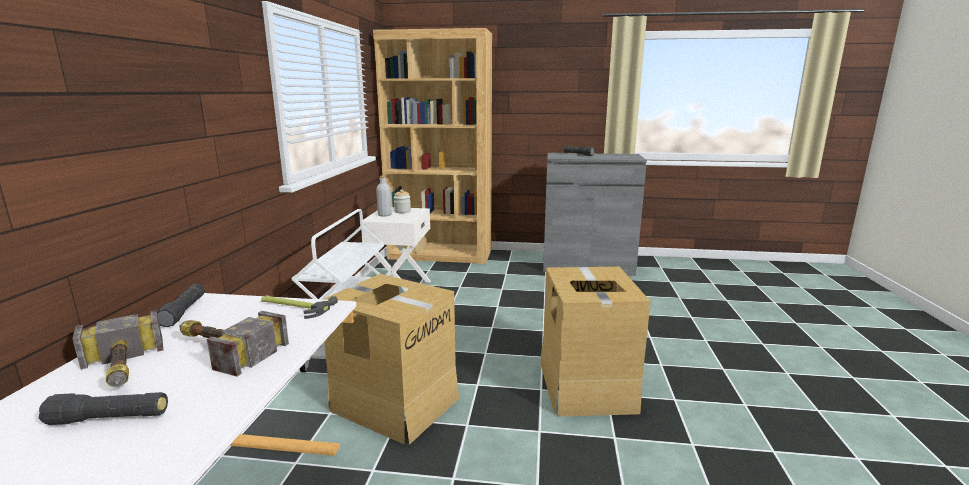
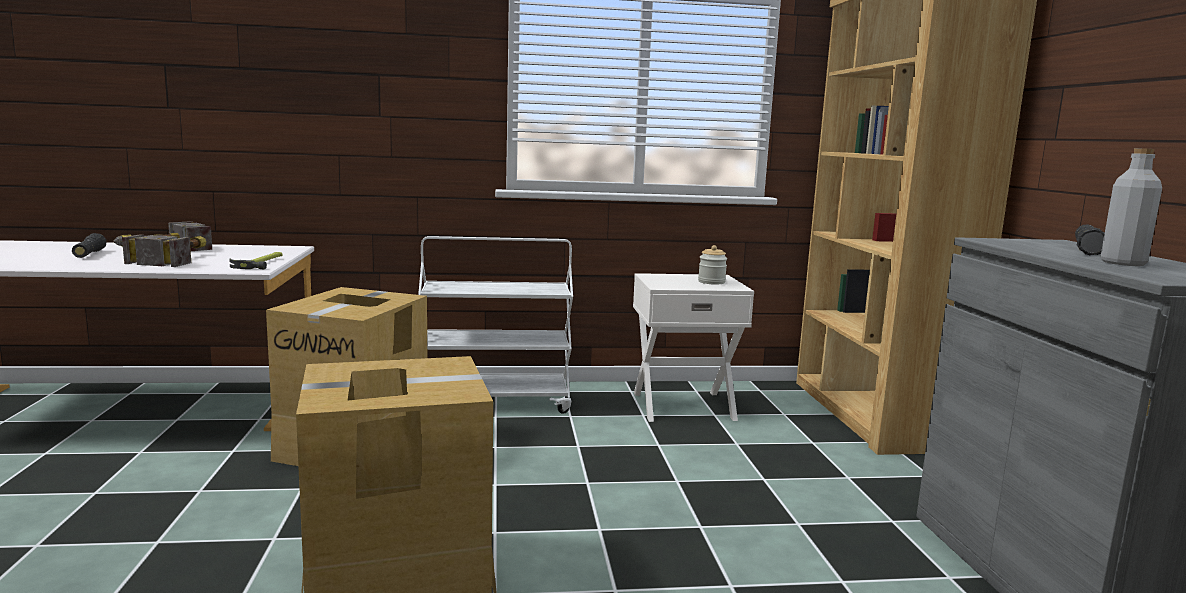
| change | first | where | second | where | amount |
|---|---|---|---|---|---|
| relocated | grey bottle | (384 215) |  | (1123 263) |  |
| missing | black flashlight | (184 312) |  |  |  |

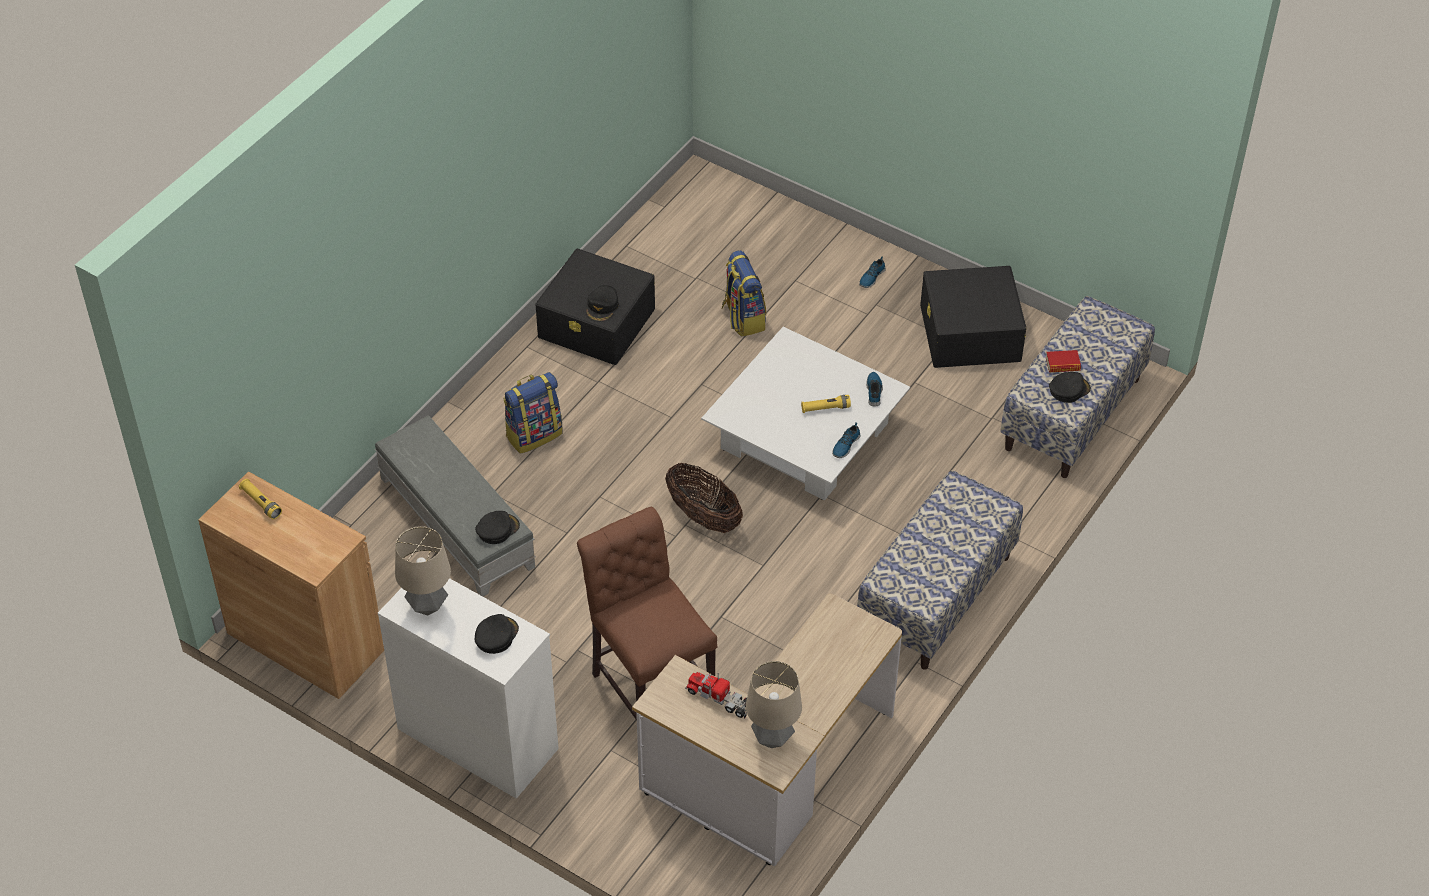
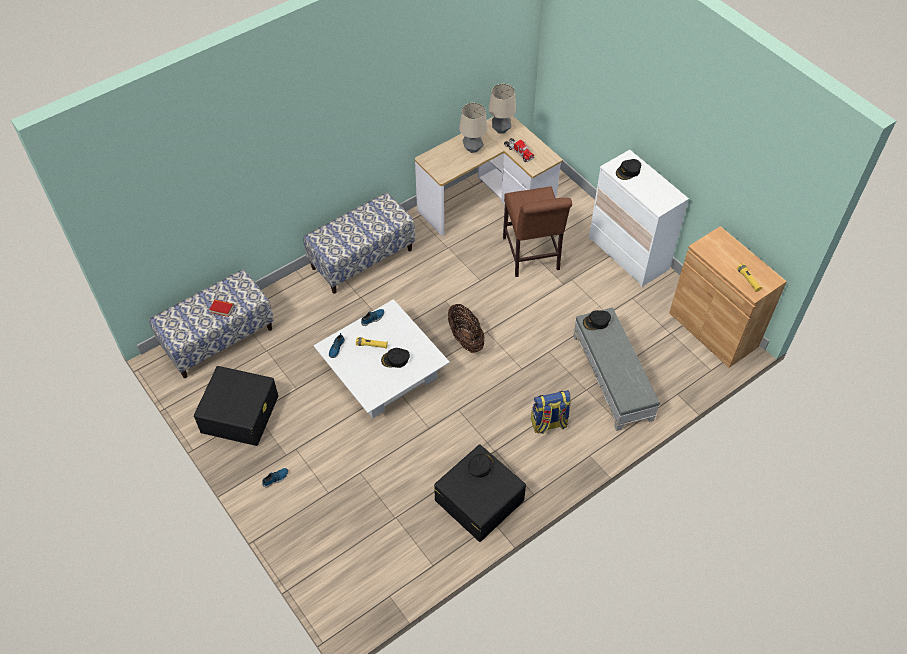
| change | first | where | second | where | amount |
|---|---|---|---|---|---|
| relocated | black cap | (1068 389) |  | (395 359) |  |
| relocated | table lamp | (427 606) |  | (473 149) |  |
| missing | backpack | (743 318) |  |  |  |

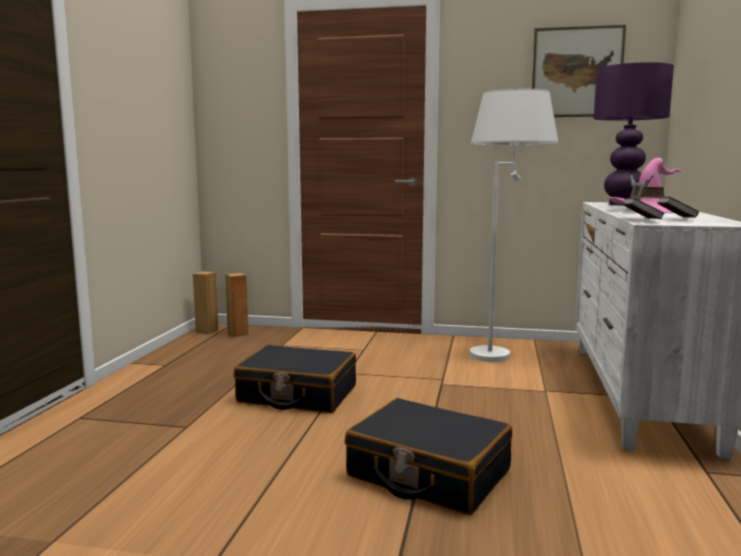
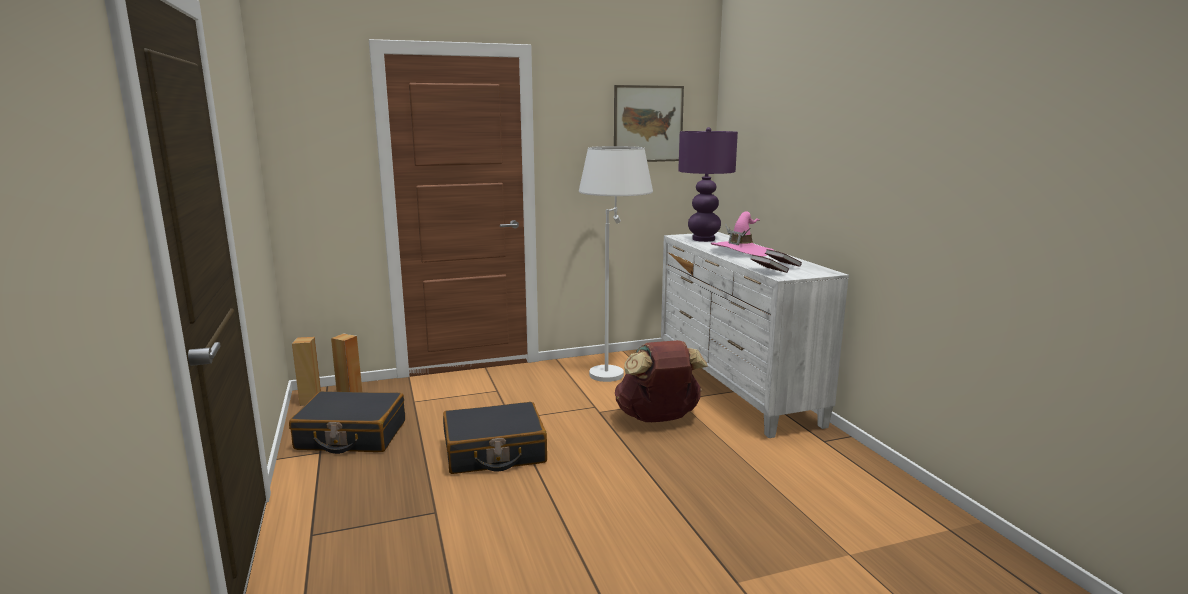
| change | first | where | second | where | amount |
|---|---|---|---|---|---|
| relocated | black suitcase | (428 474) |  | (351 436) |  |
| appeared |  |  | brown backpack | (658 418) |  |

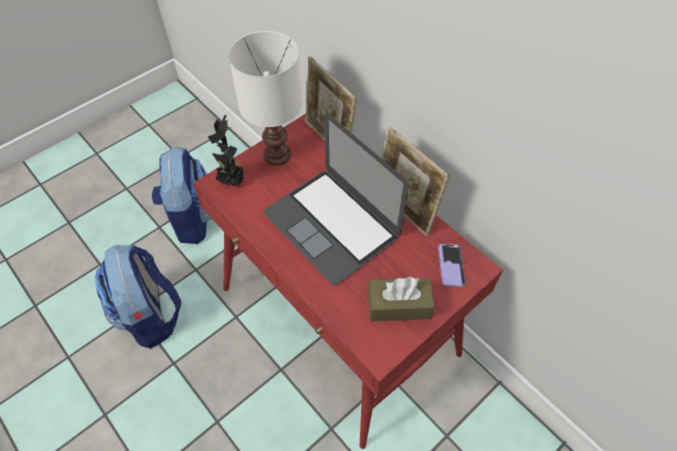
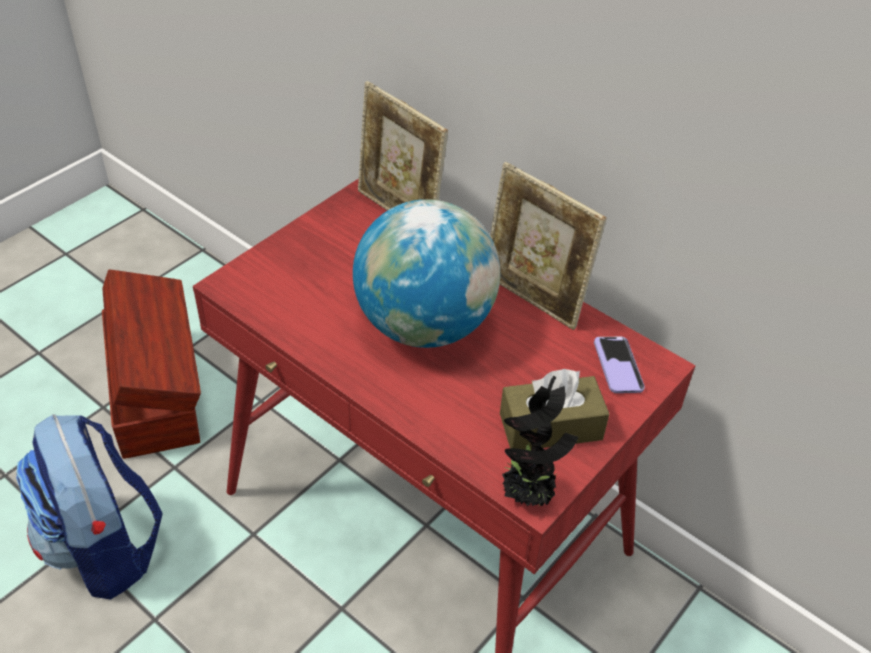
| change | first | where | second | where | amount |
|---|---|---|---|---|---|
| exchanged | backpack | (191 218) | brown storage box | (157 389) |  |
| exchanged | laptop | (331 224) | globe | (424 325) |  |
| relocated | potted plant | (233 181) |  | (529 496) |  |
| missing | white table lamp | (277 156) |  |  |  |

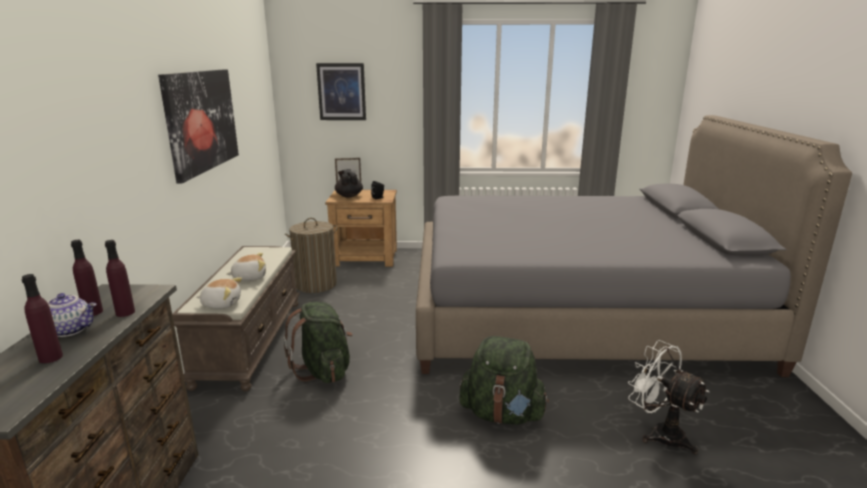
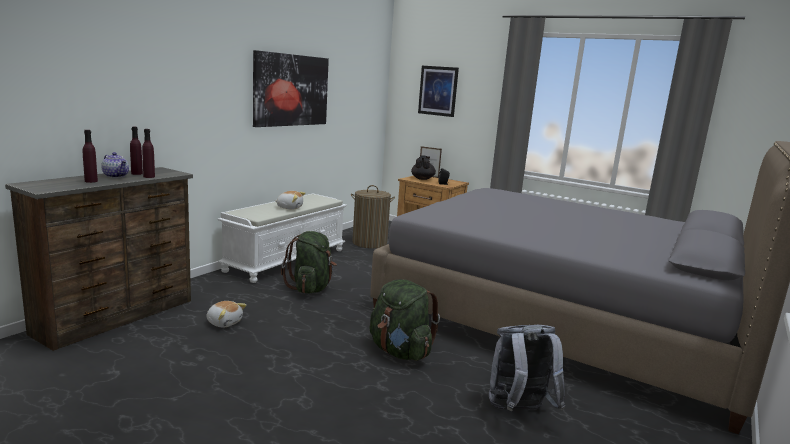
| change | first | where | second | where | amount |
|---|---|---|---|---|---|
| relocated | plush toy | (221 304) |  | (224 322) |  |
| colour | brown bench | (249 340) | white bench | (286 259) |  |
| exchanged | white fan | (660 433) | grey backpack | (518 411) |  |

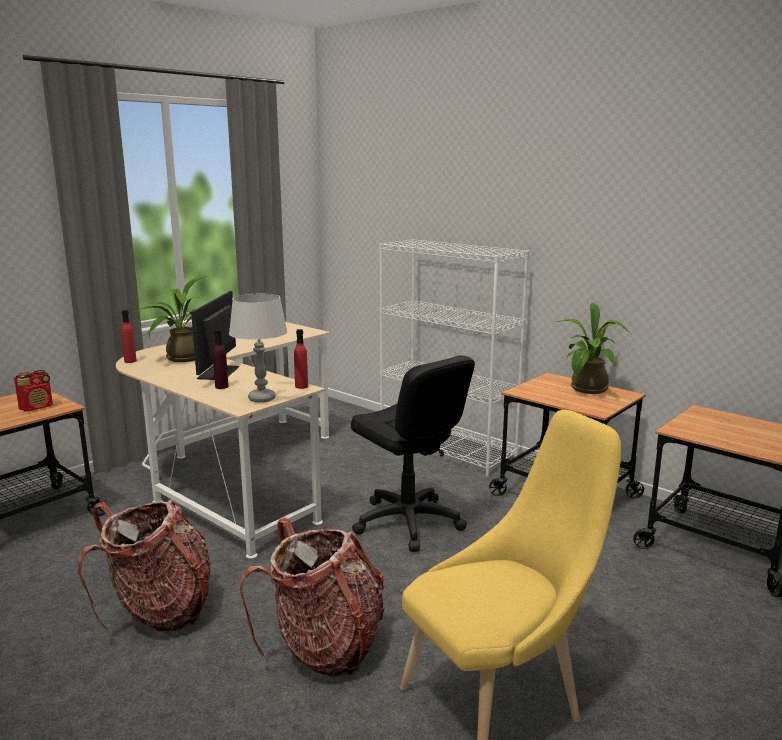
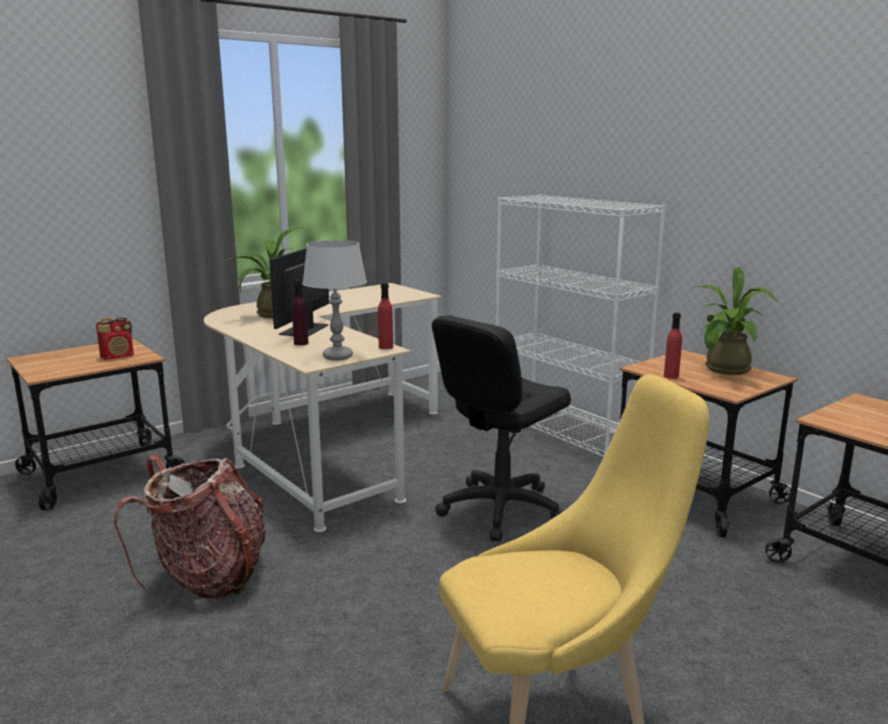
| change | first | where | second | where | amount |
|---|---|---|---|---|---|
| spun | black office chair | (408 522) |  | (500 509) | 75 degrees clockwise |
| relocated | red bottle | (130 361) |  | (671 376) |  |
| missing | backpack | (325 647) |  |  |  |

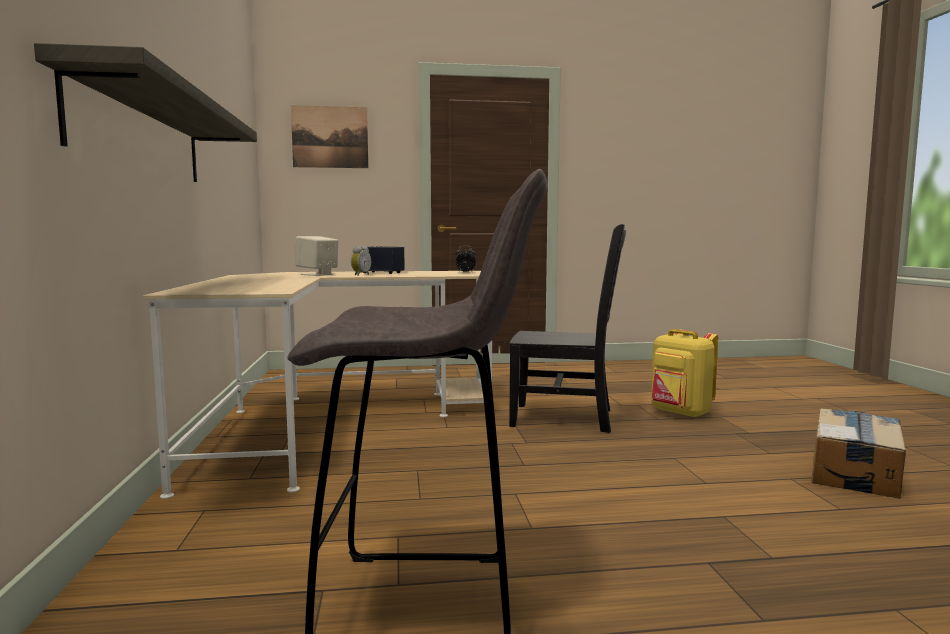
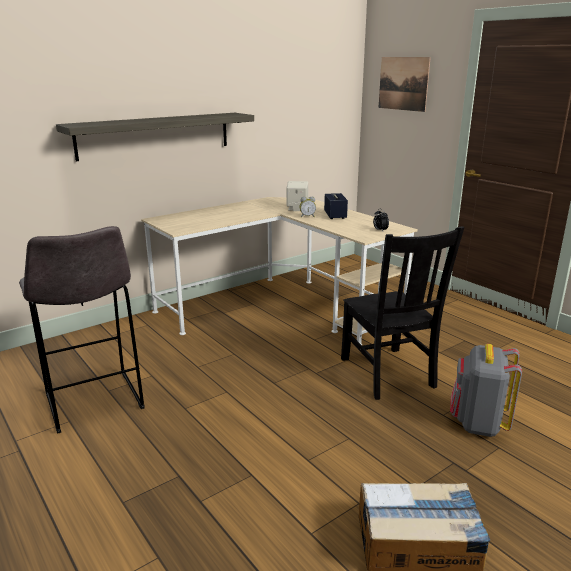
| change | first | where | second | where | amount |
|---|---|---|---|---|---|
| colour | yellow backpack | (680 413) | grey backpack | (478 423) |  |

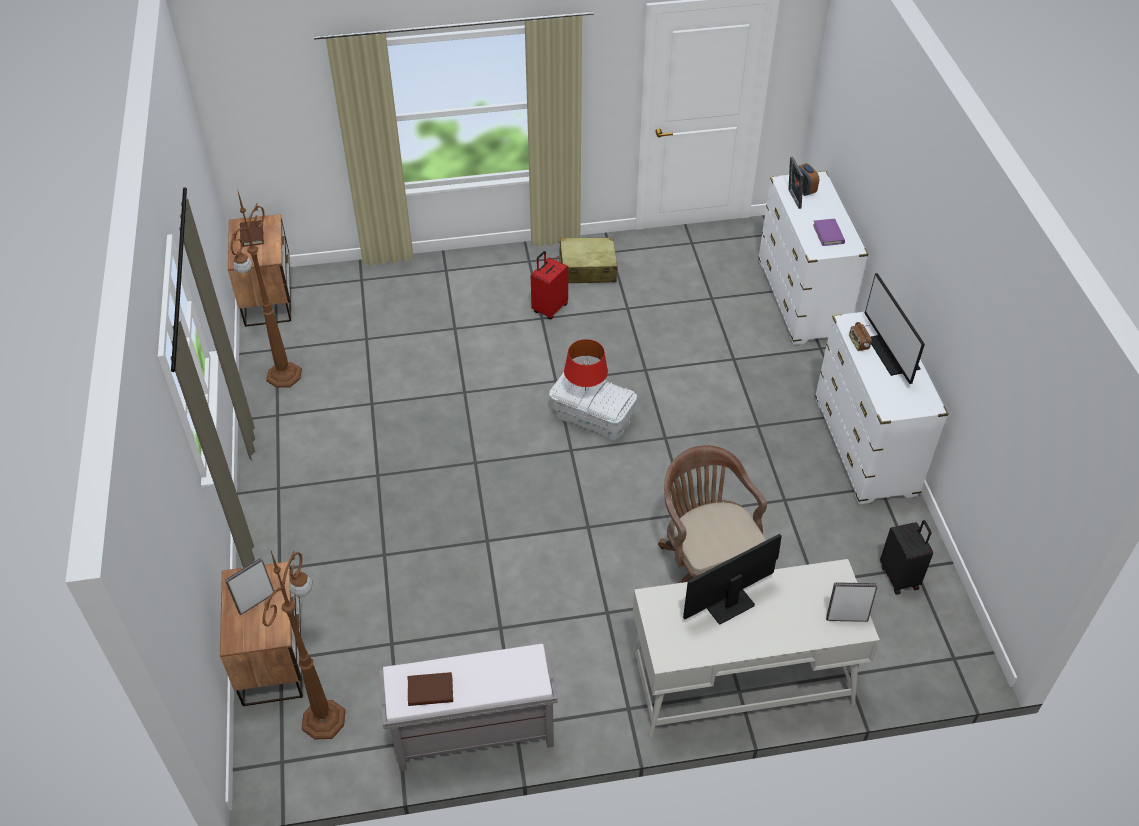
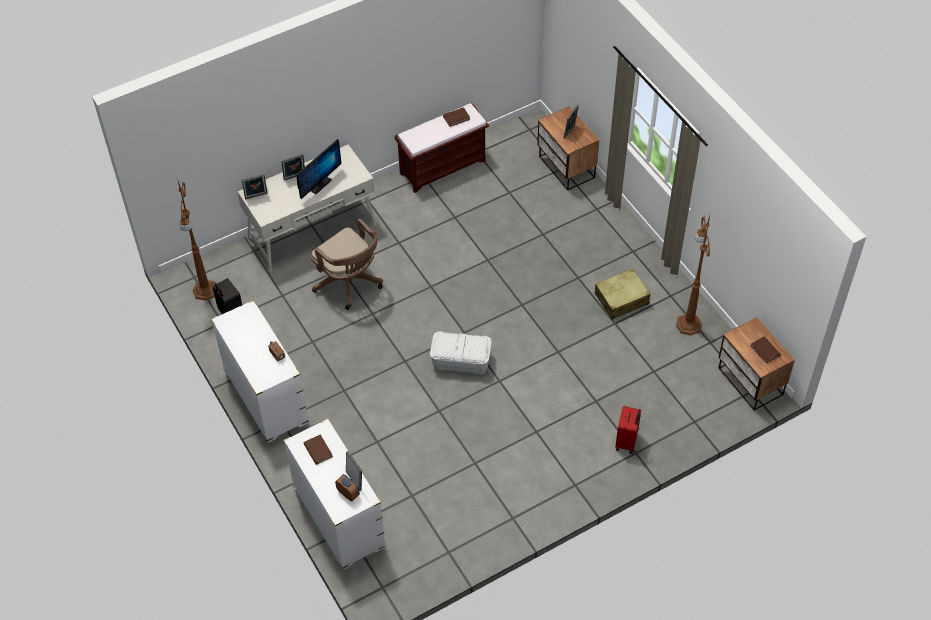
| change | first | where | second | where | amount |
|---|---|---|---|---|---|
| relocated | brown floor lamp | (325 717) |  | (205 291) |  |
| appeared |  |  | picture frame | (295 177) |  |
| colour | purple book | (828 234) | brown book | (318 450) |  |
| colour | grey bench | (472 734) | brown bench | (443 166) |  |
| relocated | beige suitcase | (587 269) |  | (621 299) |  |
| relocated | red suitcase | (549 308) |  | (627 442) |  |
| missing | red table lamp | (585 390) |  |  |  |
| missing | monitor | (892 354) |  |  |  |

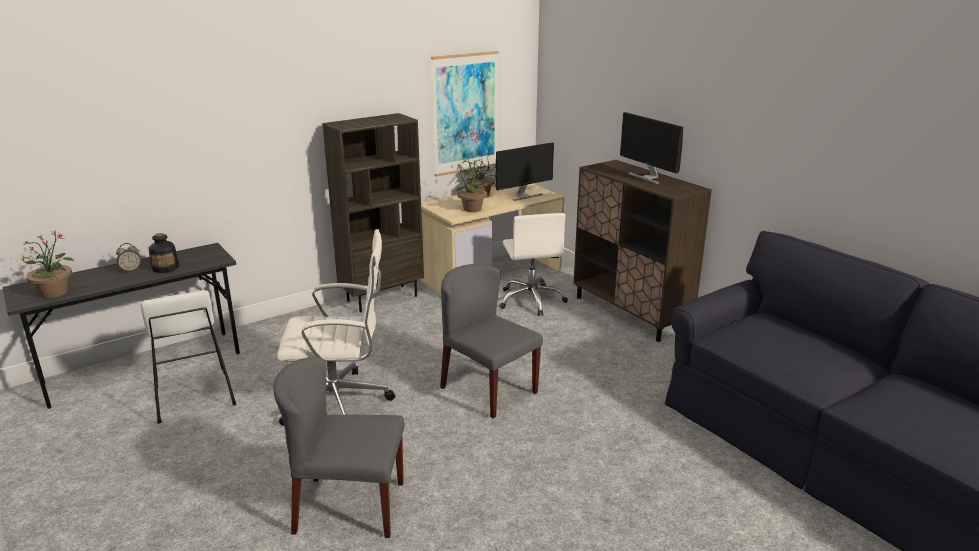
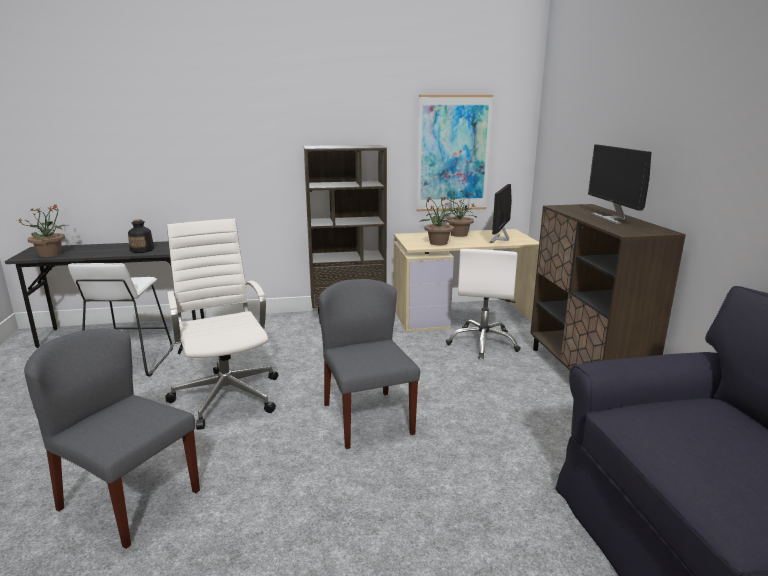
| change | first | where | second | where | amount |
|---|---|---|---|---|---|
| spun | white office chair | (340 402) |  | (227 395) | 135 degrees counterclockwise |
| spun | monitor | (523 196) |  | (500 239) | 120 degrees clockwise |
| missing | alarm clock | (131 270) |  |  |  |

